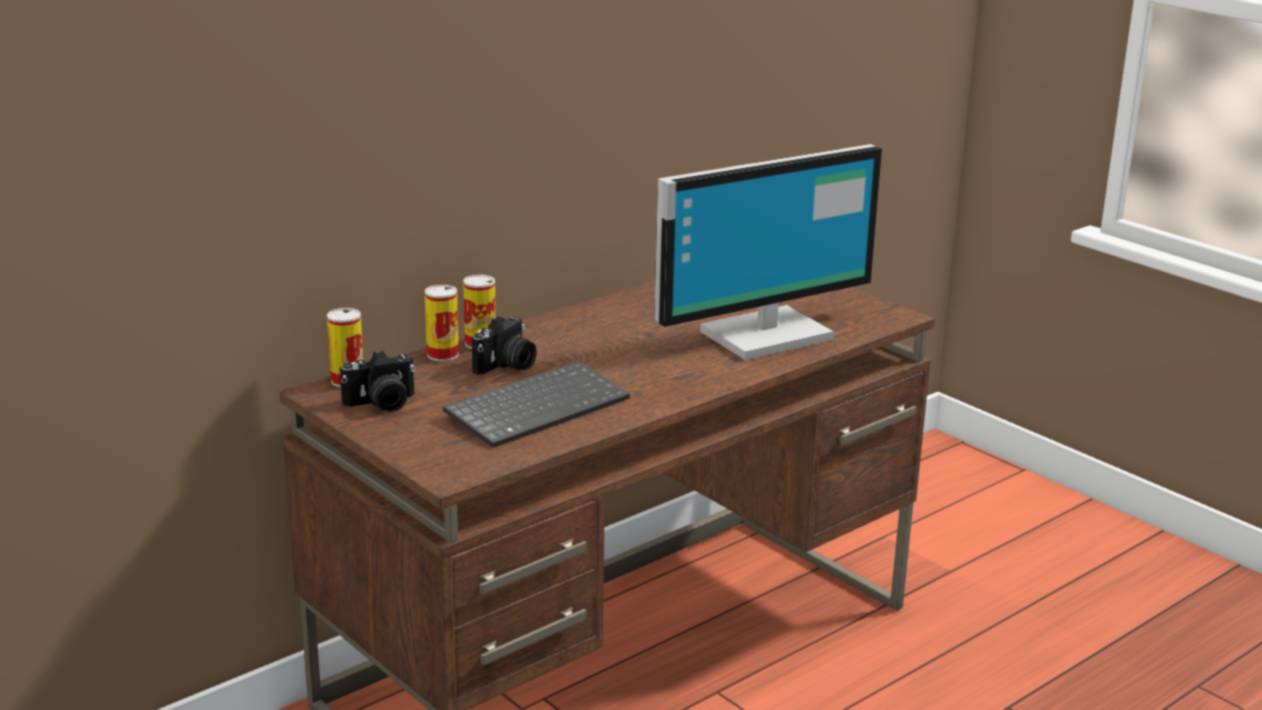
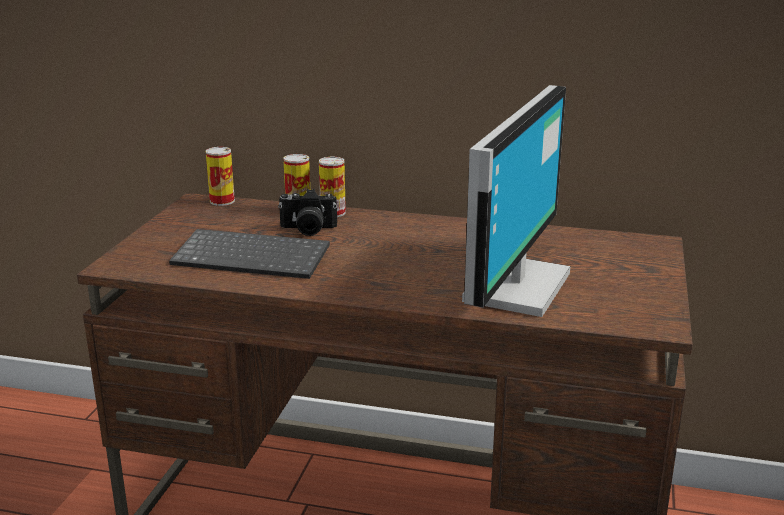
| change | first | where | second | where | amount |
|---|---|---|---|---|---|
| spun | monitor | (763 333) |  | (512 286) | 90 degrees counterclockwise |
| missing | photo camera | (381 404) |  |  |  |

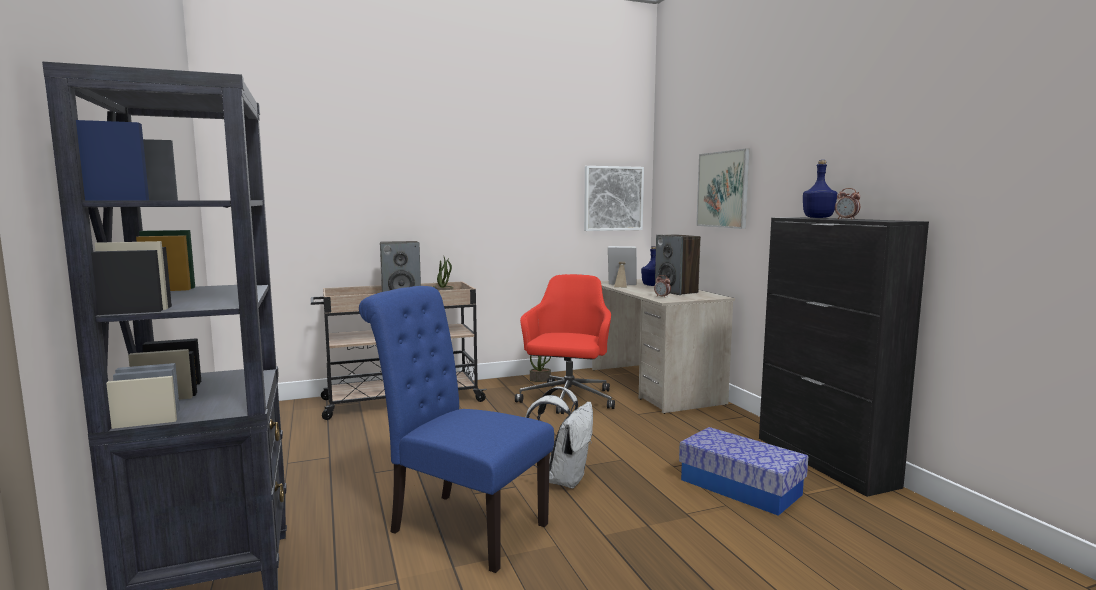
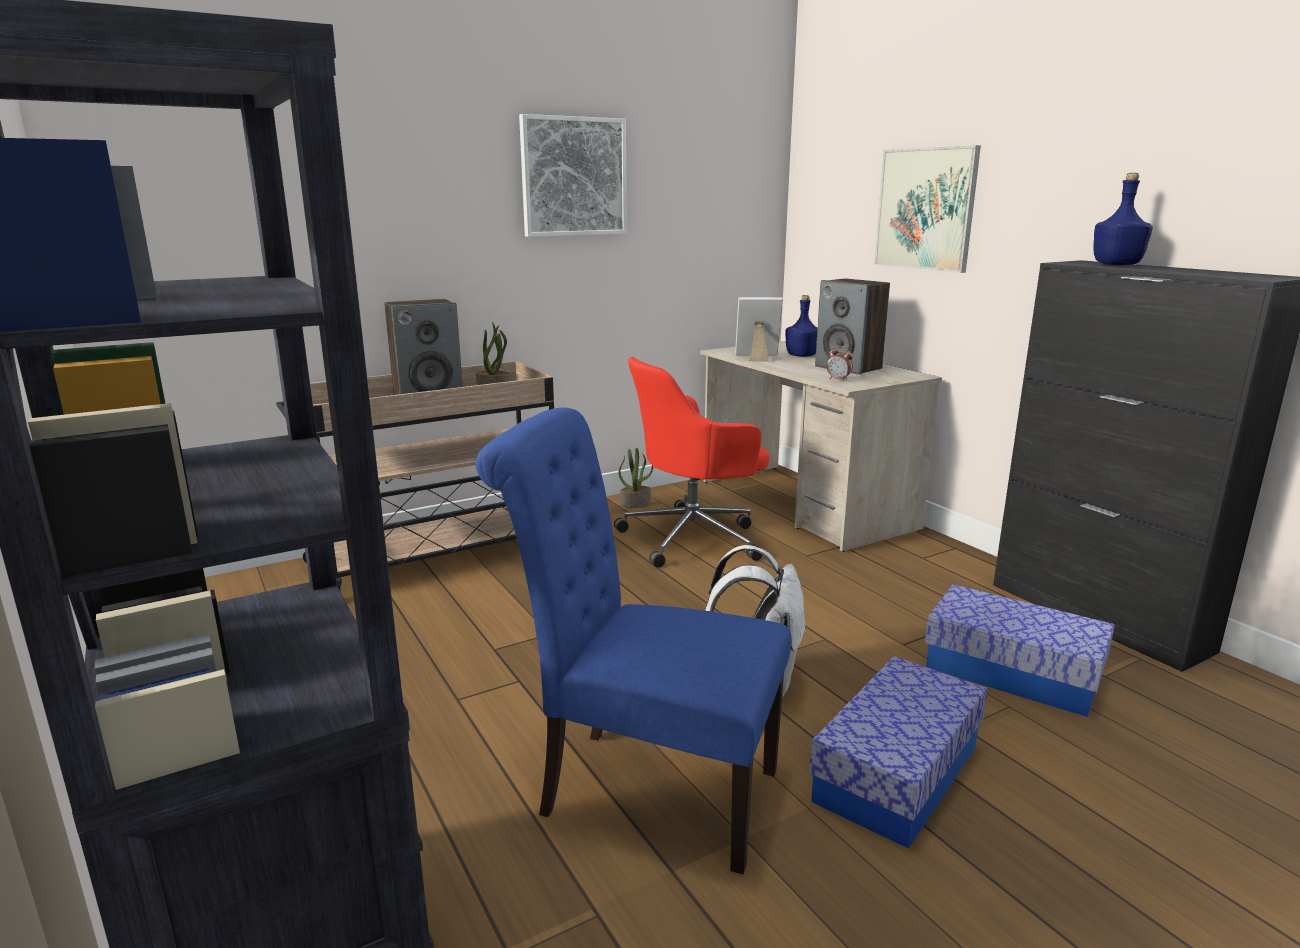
| change | first | where | second | where | amount |
|---|---|---|---|---|---|
| relocated | picture | (613 198) |  | (573 177) |  |
| spun | red office chair | (567 400) |  | (694 537) | 120 degrees counterclockwise |
| appeared |  |  | storage box | (897 774) |  |
| missing | alarm clock | (846 219) |  |  |  |

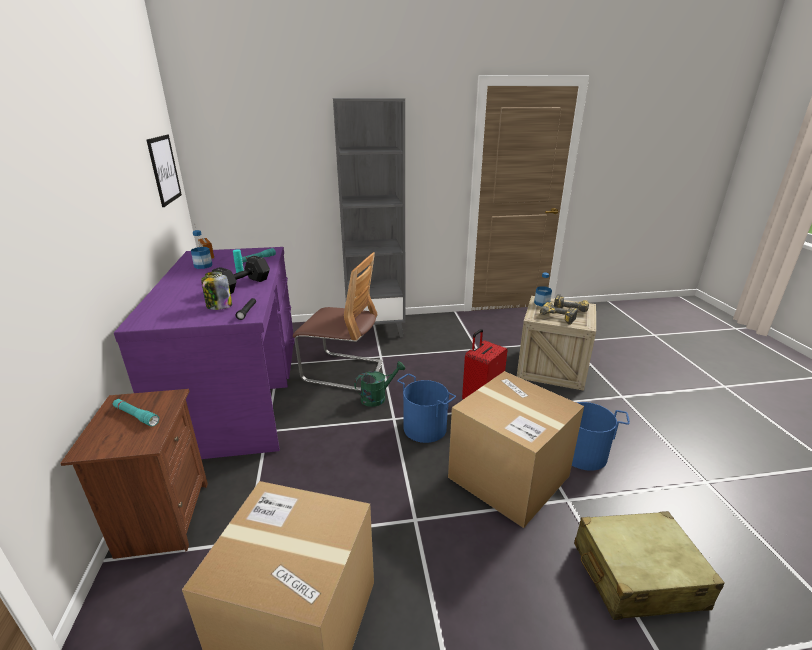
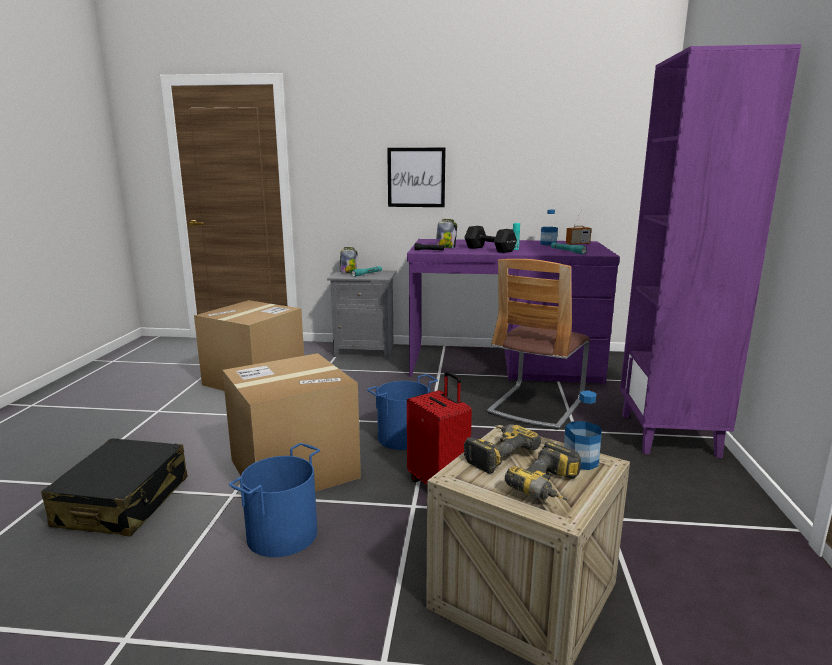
| change | first | where | second | where | amount |
|---|---|---|---|---|---|
| colour | beige suitcase | (637 575) | black suitcase | (124 502) |  |
| colour | brown nightstand | (162 519) | grey nightstand | (365 350) |  |
| appeared |  |  | jar | (348 272) |  |
| relocated | picture | (164 169) |  | (416 177) |  |
| colour | grey bookcase | (375 329) | purple bookcase | (669 435) |  |
| missing | green watering can | (377 397) |  |  |  |

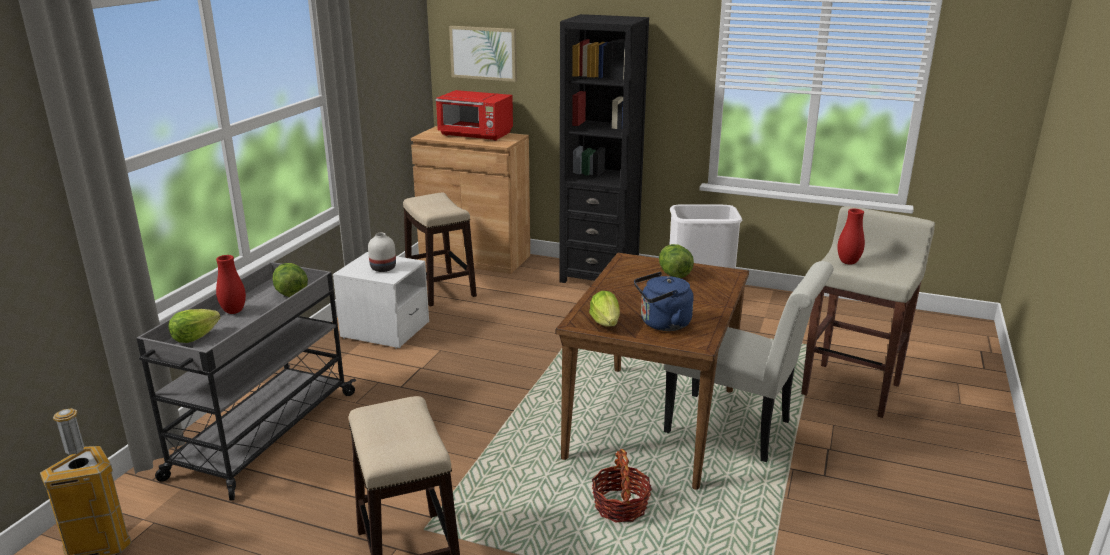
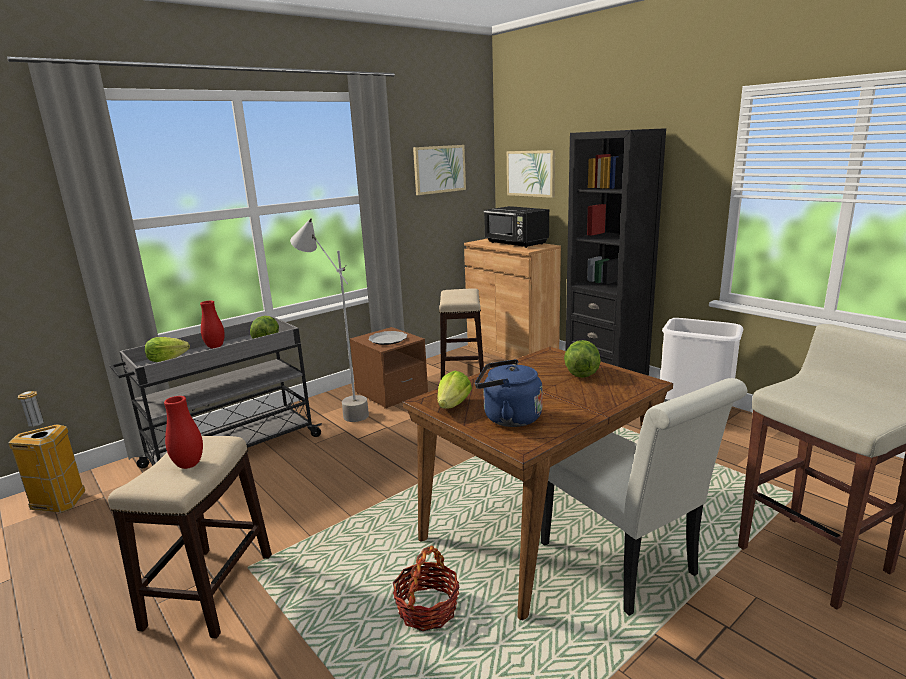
| change | first | where | second | where | amount |
|---|---|---|---|---|---|
| relocated | red vase | (848 262) |  | (189 465) |  |
| appeared |  |  | grey floor lamp | (340 411) |  |
| colour | white nightstand | (385 330) | brown nightstand | (391 393) |  |
| exchanged | white vase | (383 268) | plate | (388 339) |  |
| appeared |  |  | picture | (439 169) |  |
| colour | red microwave | (476 135) | black microwave | (516 243) |  |

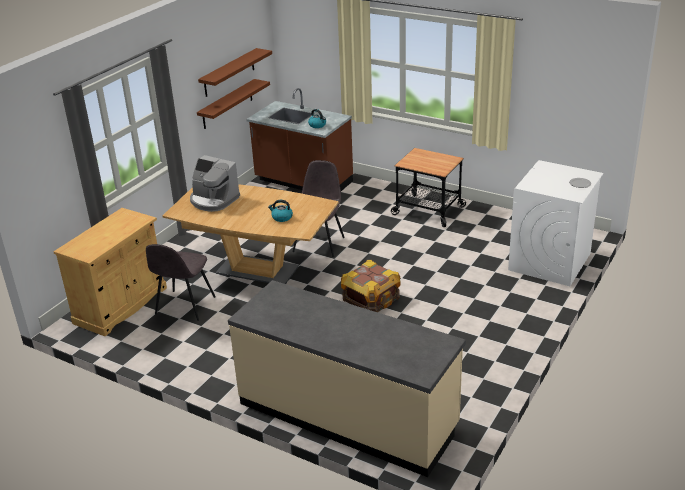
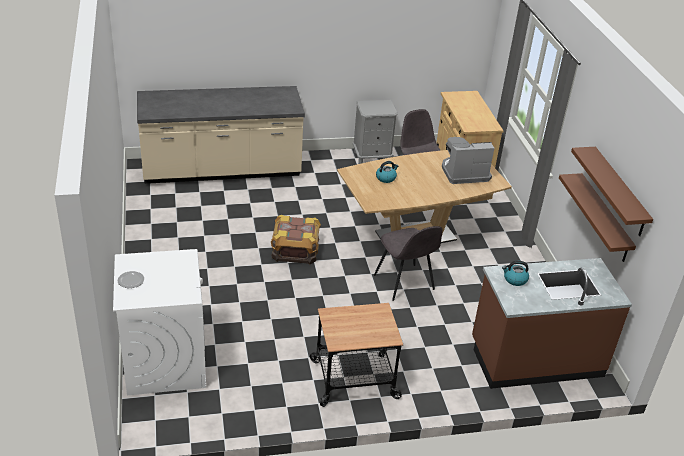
| change | first | where | second | where | amount |
|---|---|---|---|---|---|
| appeared |  |  | grey nightstand | (372 157) |  |

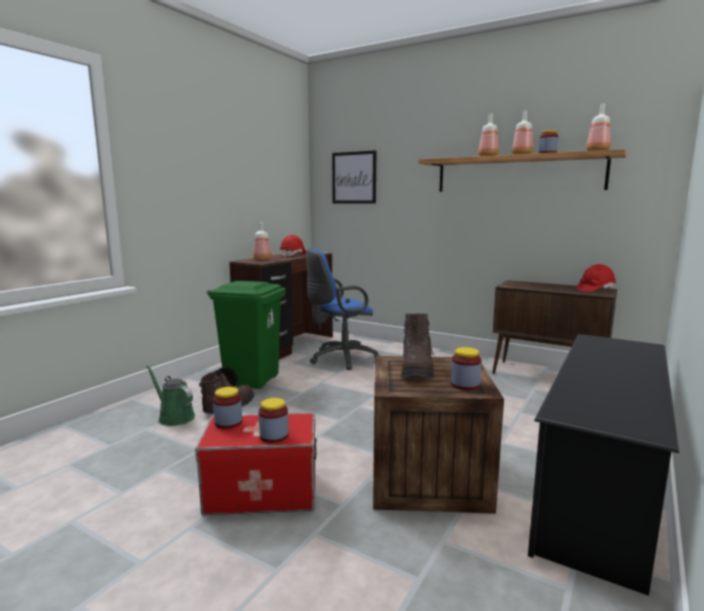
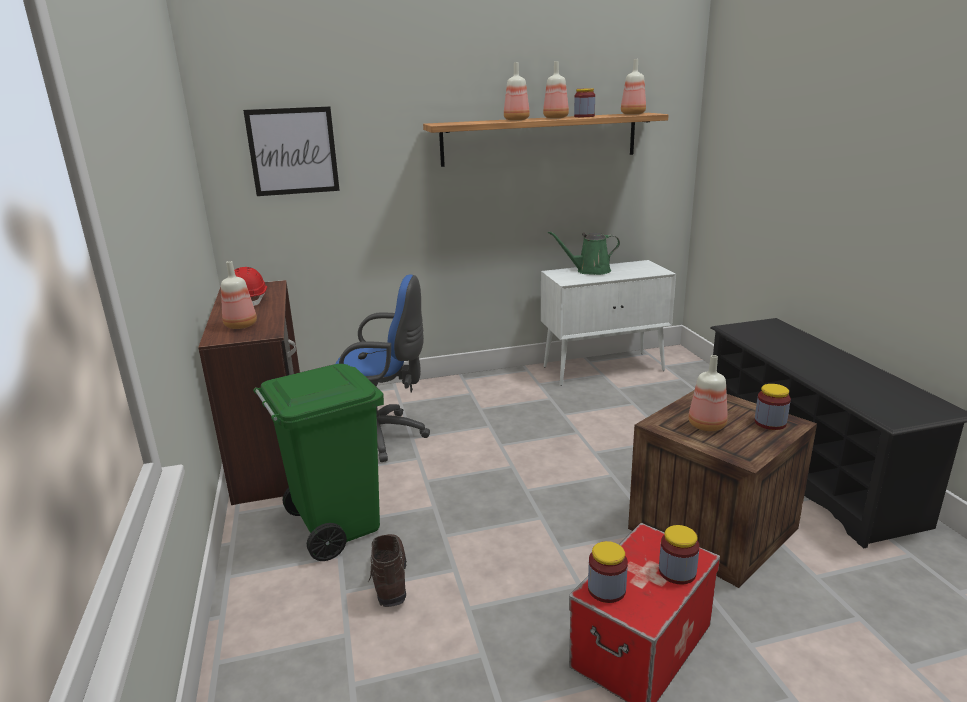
| change | first | where | second | where | amount |
|---|---|---|---|---|---|
| spun | blue office chair | (340 359) |  | (382 437) | 105 degrees counterclockwise |
| colour | brown cabinet | (548 376) | white cabinet | (604 368) |  |
| relocated | green watering can | (174 417) |  | (590 271) |  |
| exchanged | brown boot | (417 370) | bottle | (706 425) |  |
| missing | red hard hat | (595 290) |  |  |  |

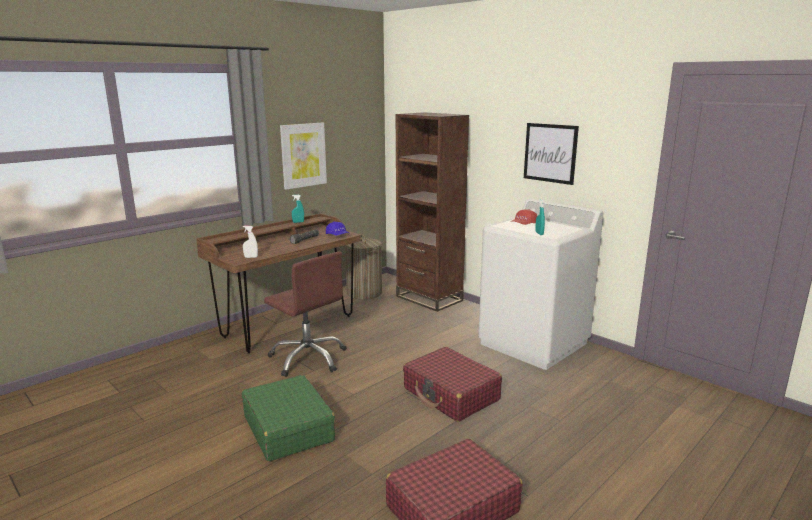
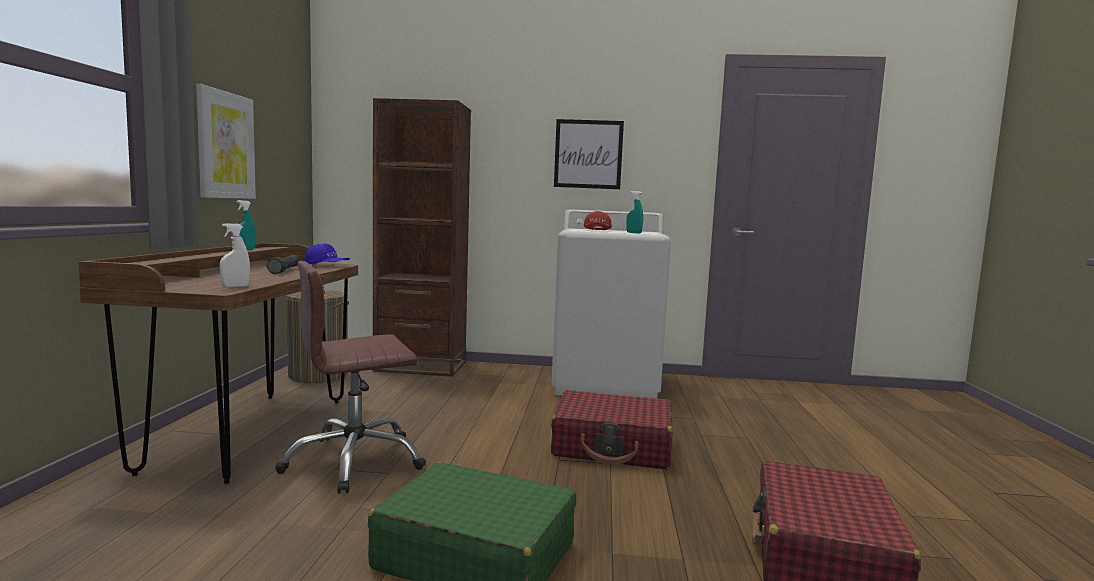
| change | first | where | second | where | amount |
|---|---|---|---|---|---|
| spun | brown office chair | (308 358) |  | (354 461) | 150 degrees clockwise |

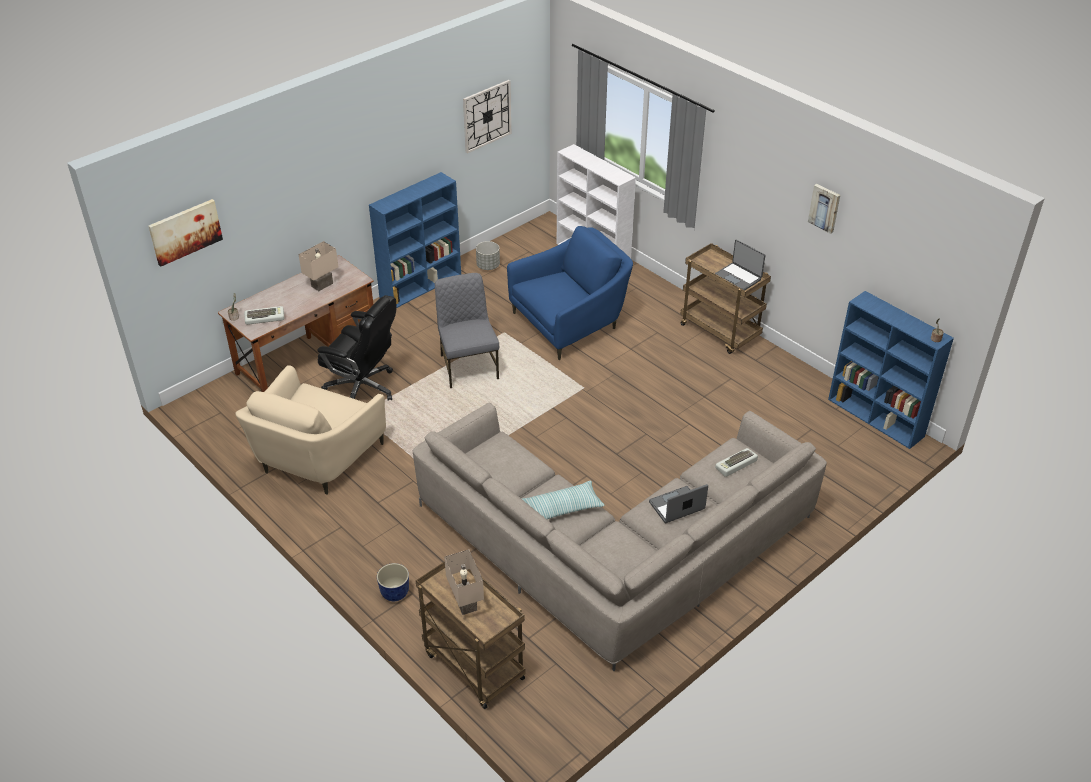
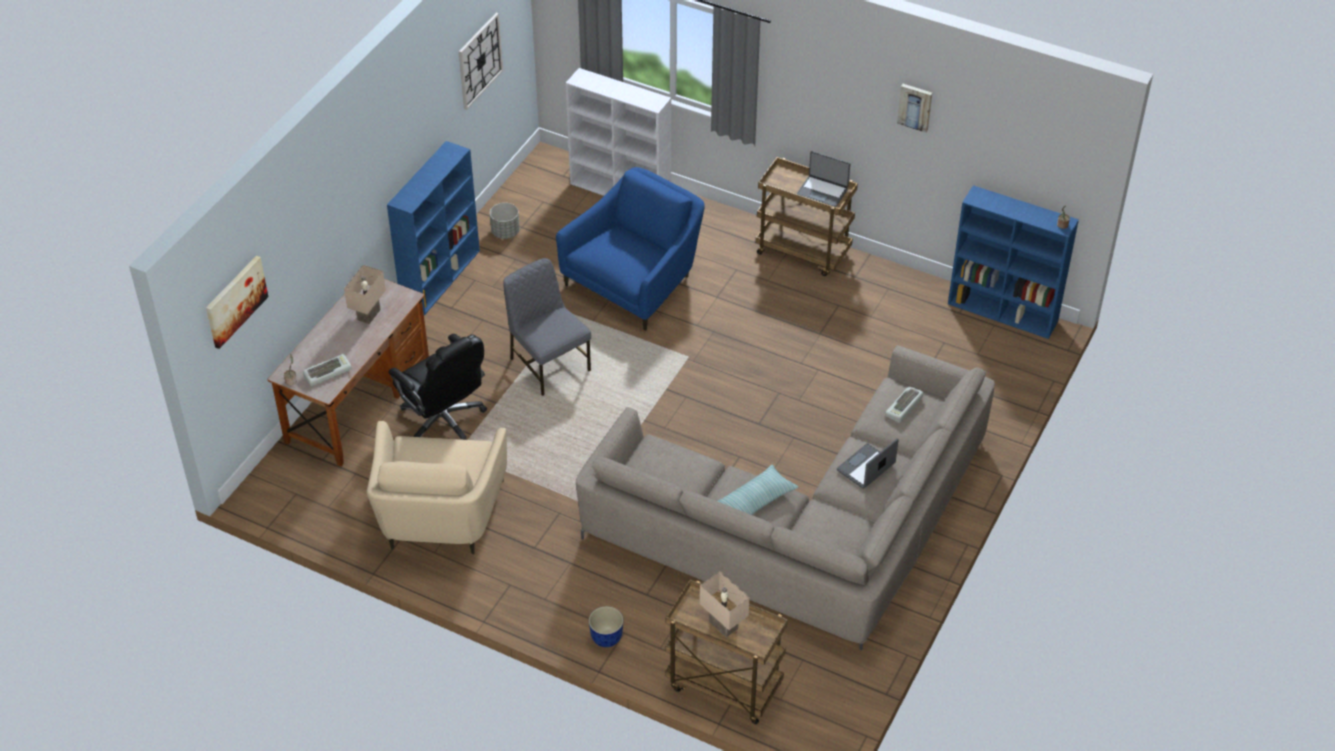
| change | first | where | second | where | amount |
|---|---|---|---|---|---|
| spun | black office chair | (363 388) |  | (444 421) | 45 degrees clockwise |

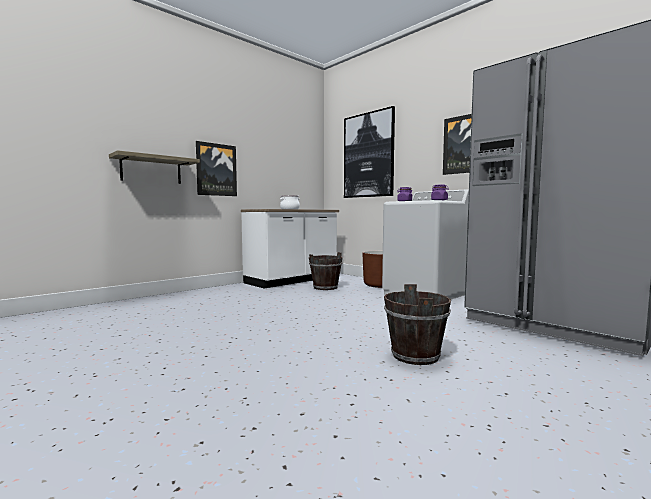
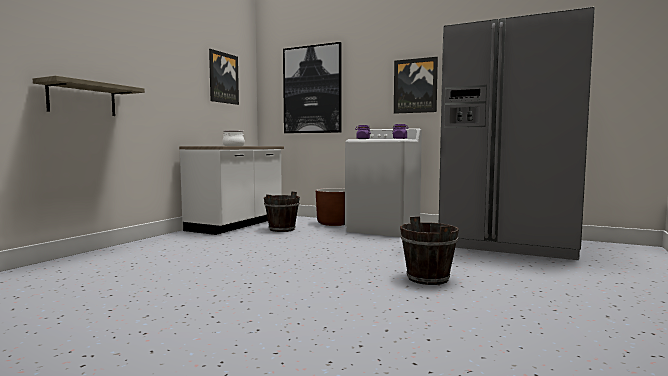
| change | first | where | second | where | amount |
|---|---|---|---|---|---|
| relocated | picture | (216 170) |  | (223 78) |  |

